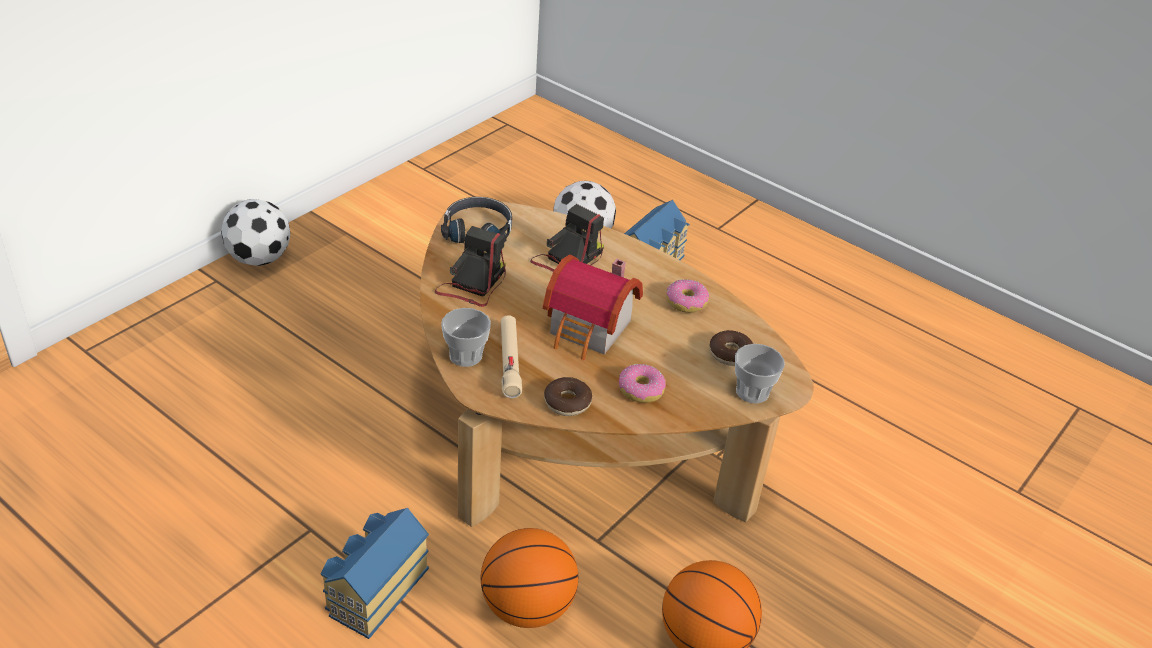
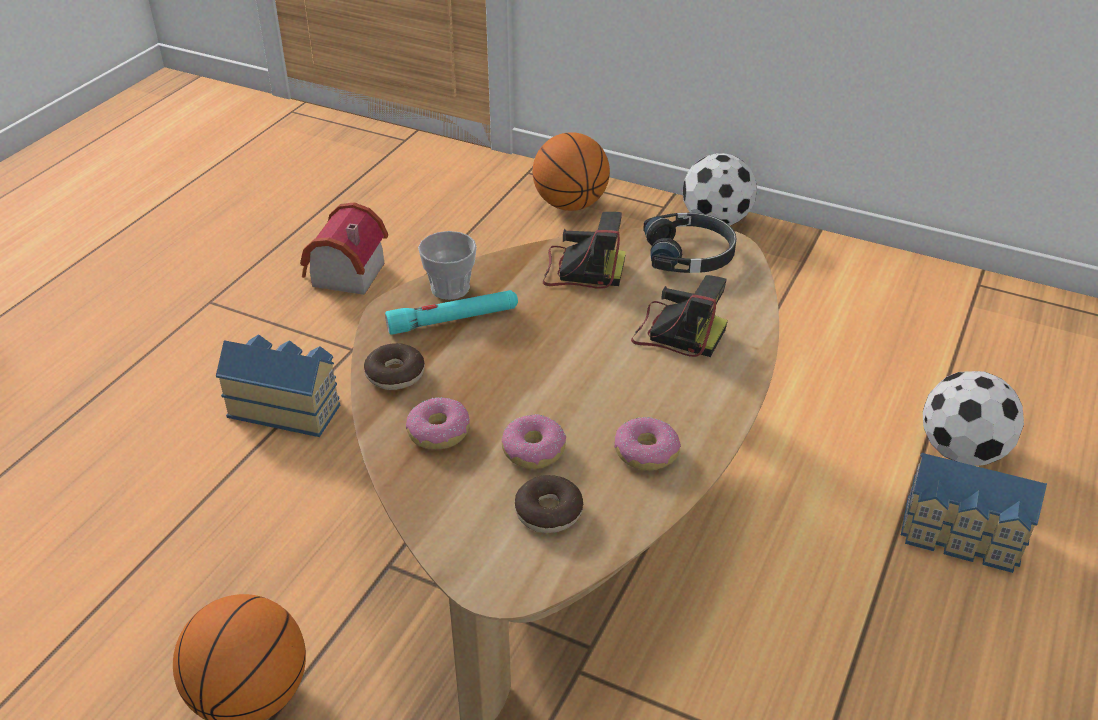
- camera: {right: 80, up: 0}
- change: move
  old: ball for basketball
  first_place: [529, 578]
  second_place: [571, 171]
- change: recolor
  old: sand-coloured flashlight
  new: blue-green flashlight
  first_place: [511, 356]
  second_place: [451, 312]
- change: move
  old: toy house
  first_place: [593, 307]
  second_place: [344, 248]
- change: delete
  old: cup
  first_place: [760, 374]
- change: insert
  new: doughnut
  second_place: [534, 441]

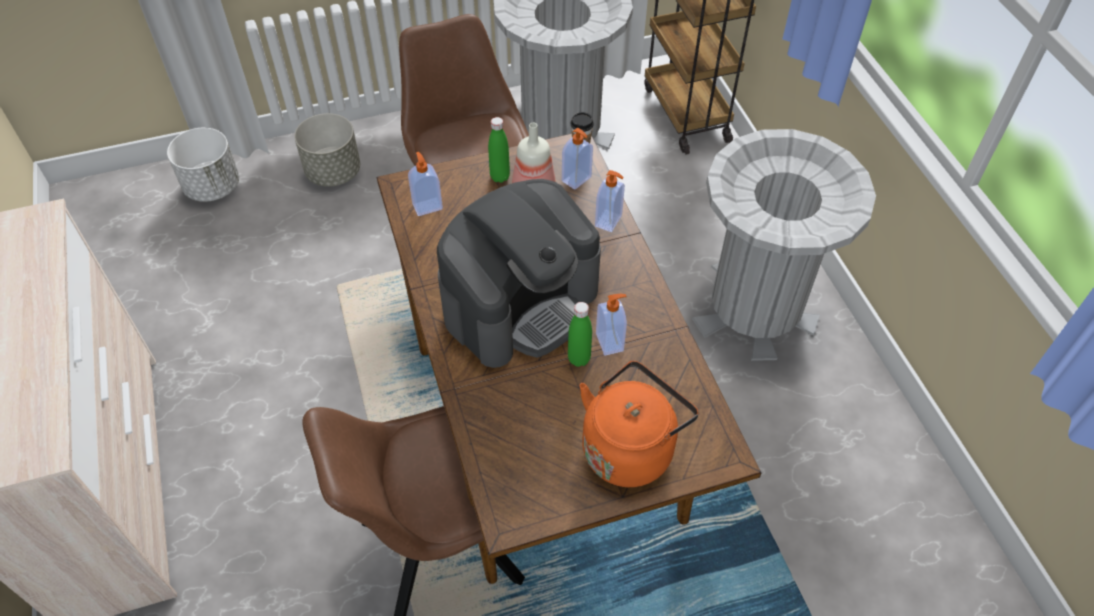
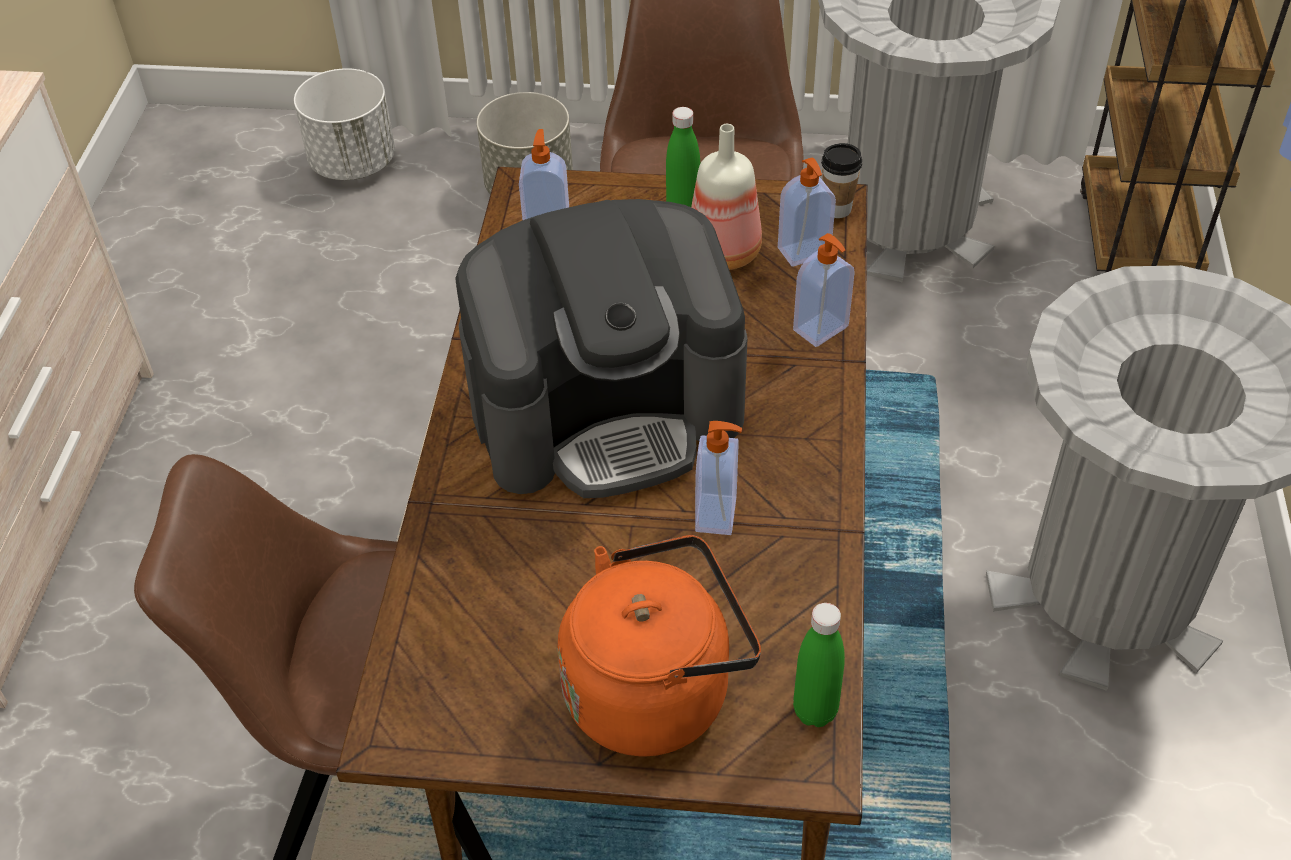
- camera: {right: 25, up: -5}
- change: move
  old: green bottle
  first_place: [580, 334]
  second_place: [819, 665]

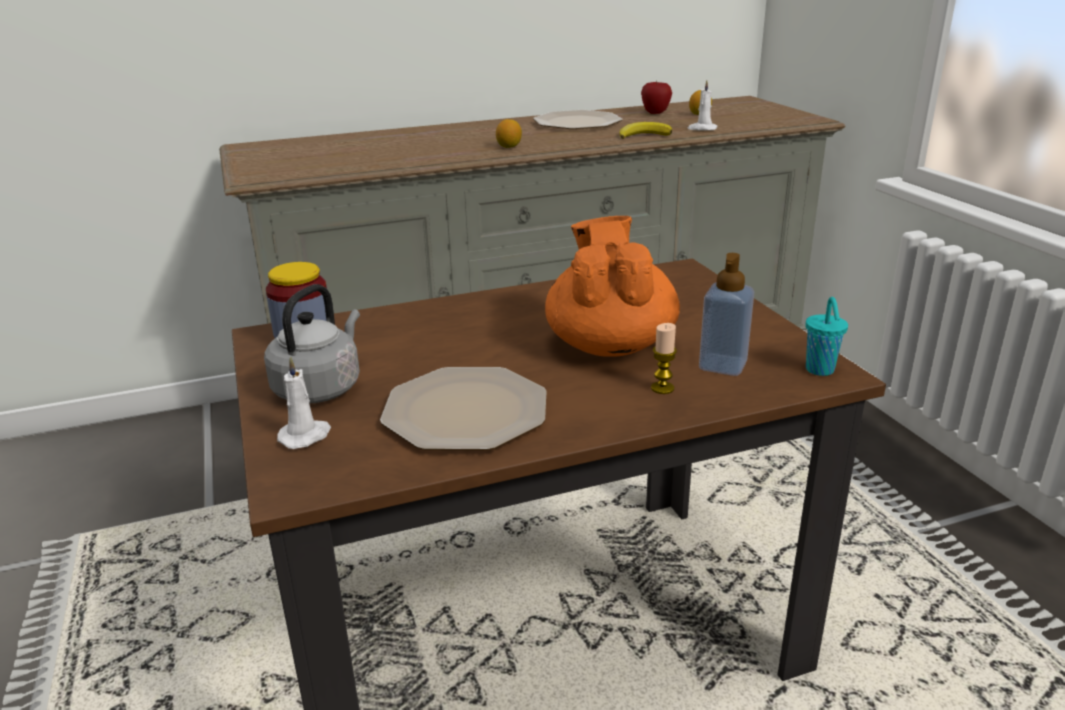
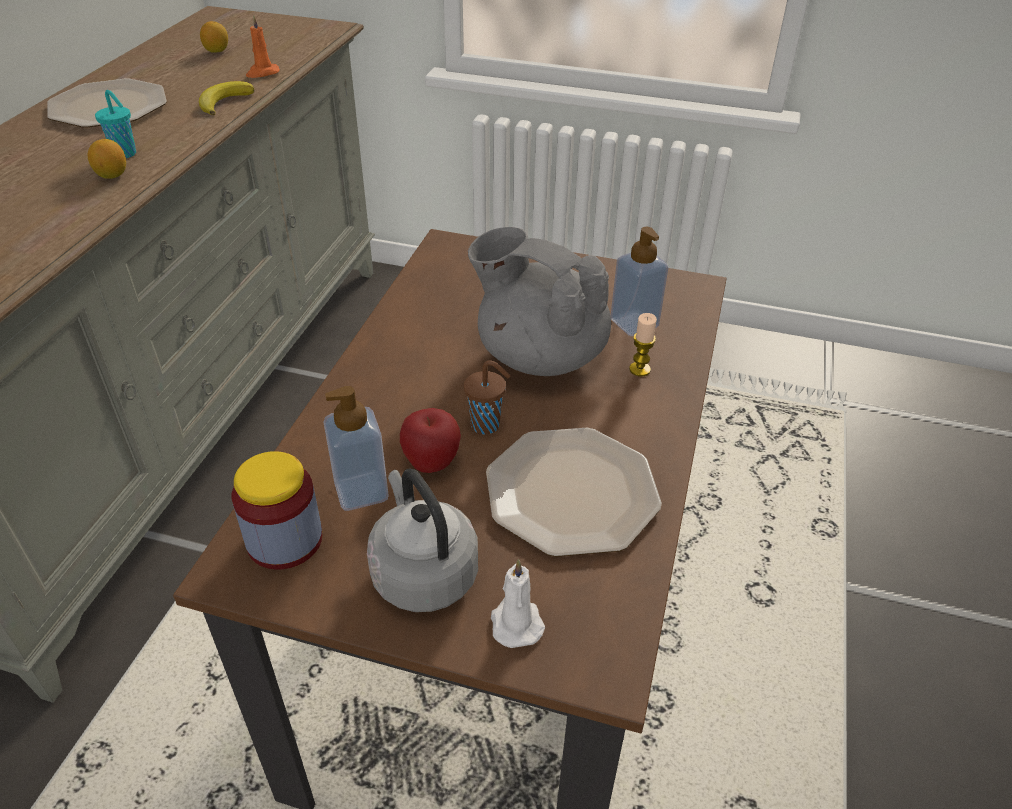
- camera: {right: -55, up: 15}
- change: recolor
  old: orange teapot
  new: grey teapot
  first_place: [612, 286]
  second_place: [539, 301]
- change: move
  old: apple fruit
  first_place: [656, 97]
  second_place: [430, 440]
- change: recolor
  old: white wax candle
  new: orange wax candle
  first_place: [702, 105]
  second_place: [263, 46]
- change: move
  old: blue-green cup
  first_place: [827, 336]
  second_place: [115, 124]
- change: insert
  new: soap dispenser
  second_place: [356, 448]
- change: insert
  new: brownish cup
  second_place: [487, 397]

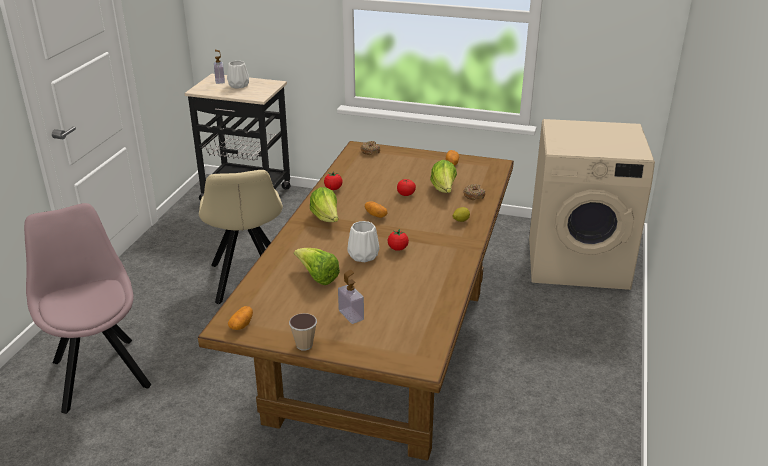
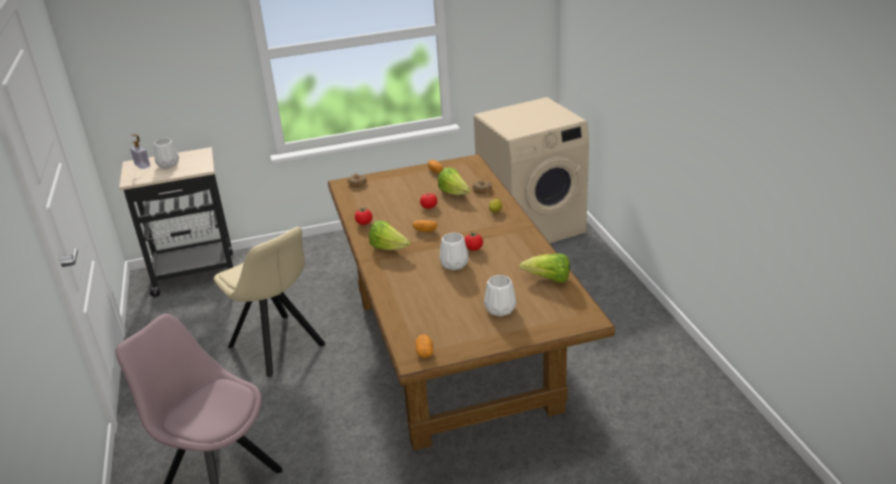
- camera: {right: -30, up: 0}
- change: delete
  old: cup
  first_place: [303, 332]
- change: move
  old: head of lettuce
  first_place: [317, 266]
  second_place: [544, 268]
- change: replace
  old: soap dispenser
  new: white flower vase
  first_place: [351, 297]
  second_place: [500, 296]

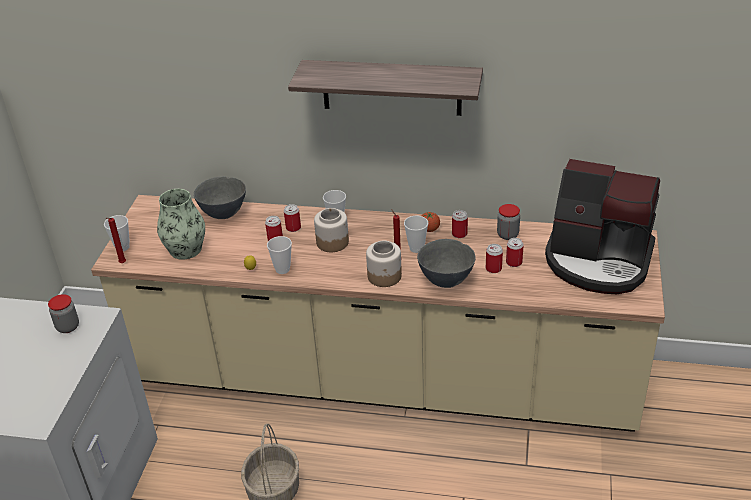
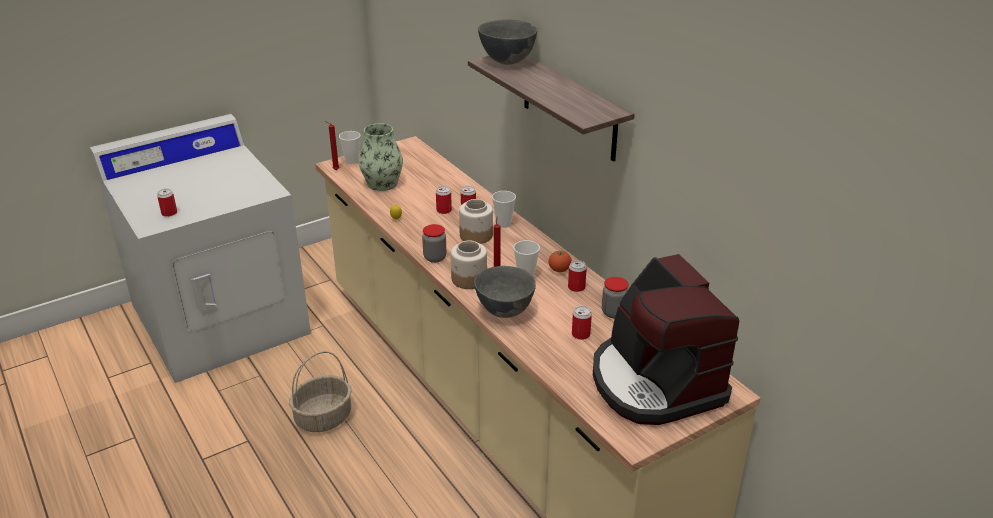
- camera: {right: 45, up: -5}
- change: move
  old: storage jar
  first_place: [63, 313]
  second_place: [434, 243]
- change: move
  old: grey serving bowl
  first_place: [220, 198]
  second_place: [508, 42]
- change: delete
  old: cup
  first_place: [279, 255]
- change: move
  old: sealed can
  first_place: [494, 258]
  second_place: [167, 202]

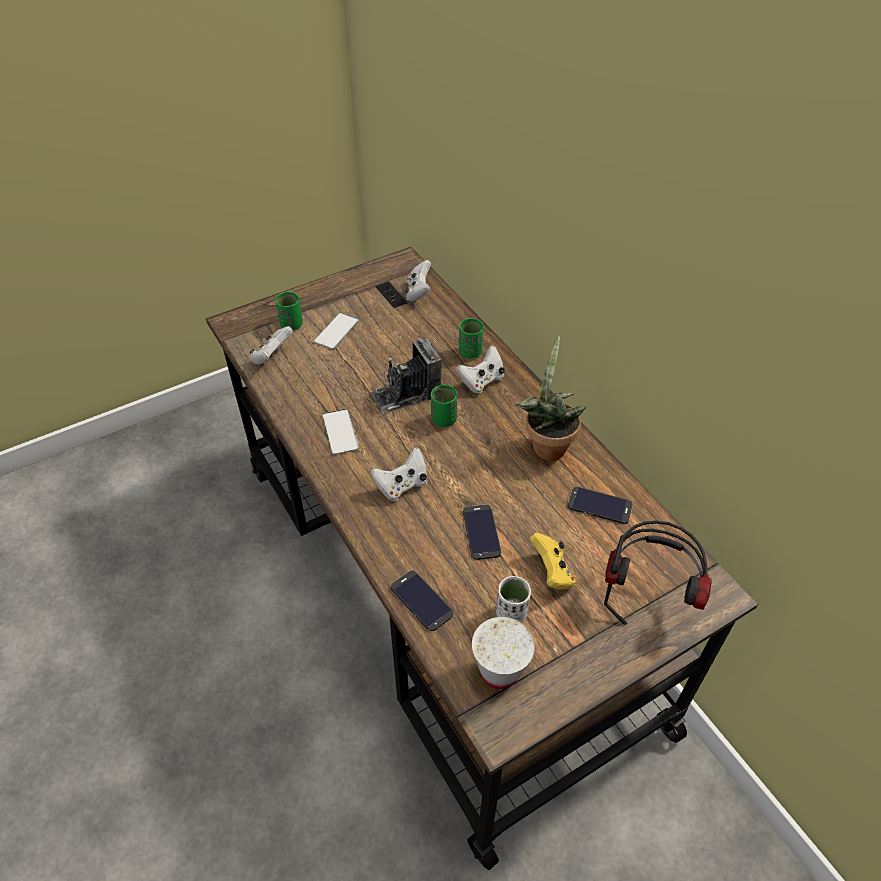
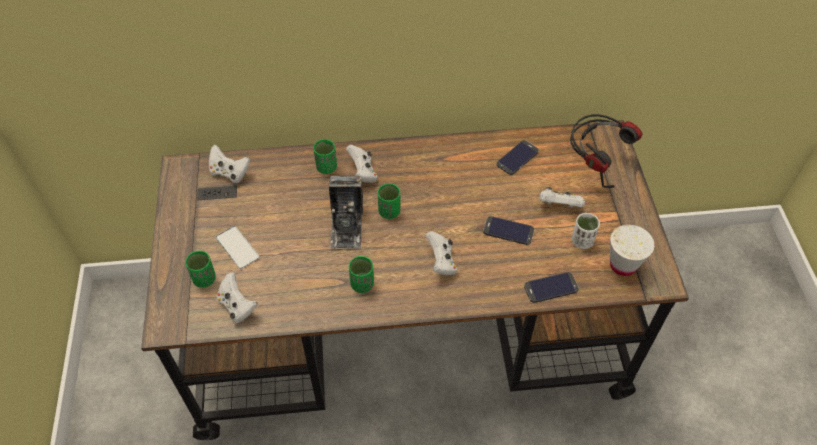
- camera: {right: -65, up: 5}
- change: replace
  old: phone
  new: green cup
  first_place: [340, 432]
  second_place: [361, 274]
- change: delete
  old: plant in a pot
  first_place: [551, 398]
- change: recolor
  old: yellow gamepad
  new: white gamepad
  first_place: [553, 561]
  second_place: [562, 197]

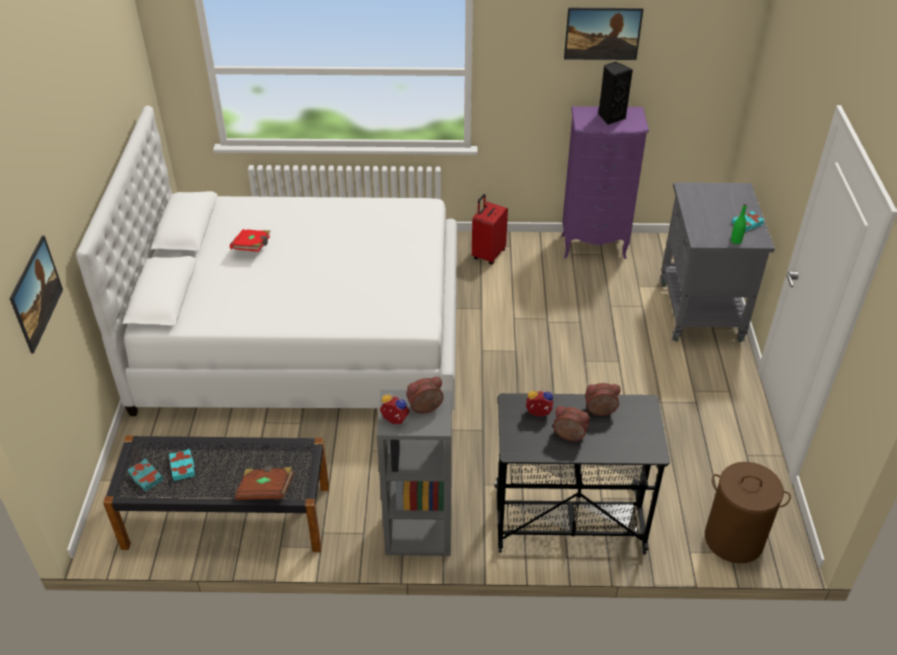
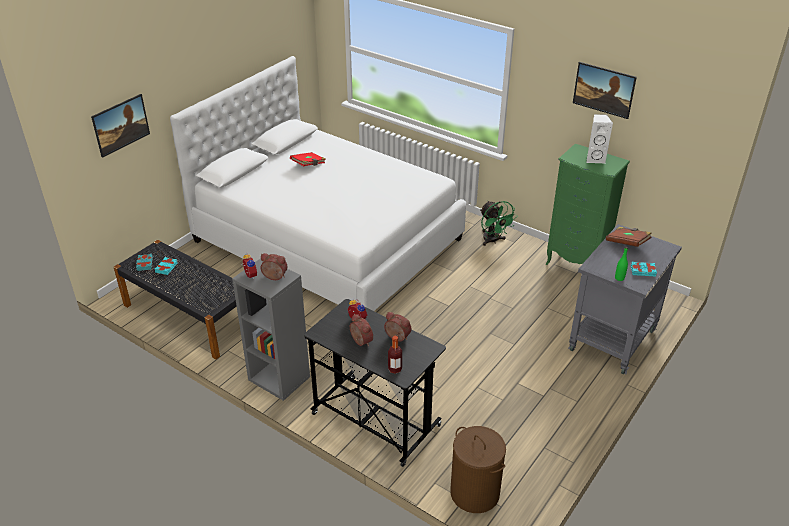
- camera: {right: 35, up: -5}
- change: move
  old: brownish bound book
  first_place: [264, 483]
  second_place: [628, 237]
- change: replace
  old: reddish piece of luggage
  new: green electric fan
  first_place: [490, 229]
  second_place: [499, 223]
- change: recolor
  old: purple-coloured dresser
  new: green dresser
  first_place: [605, 182]
  second_place: [588, 204]
- change: recolor
  old: black loudspeaker
  new: white loudspeaker
  first_place: [615, 93]
  second_place: [599, 138]
- change: insert
  new: bottle
  second_place: [395, 355]

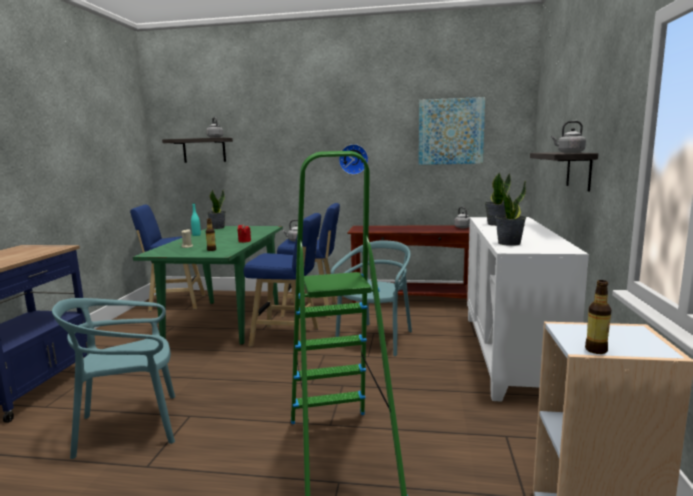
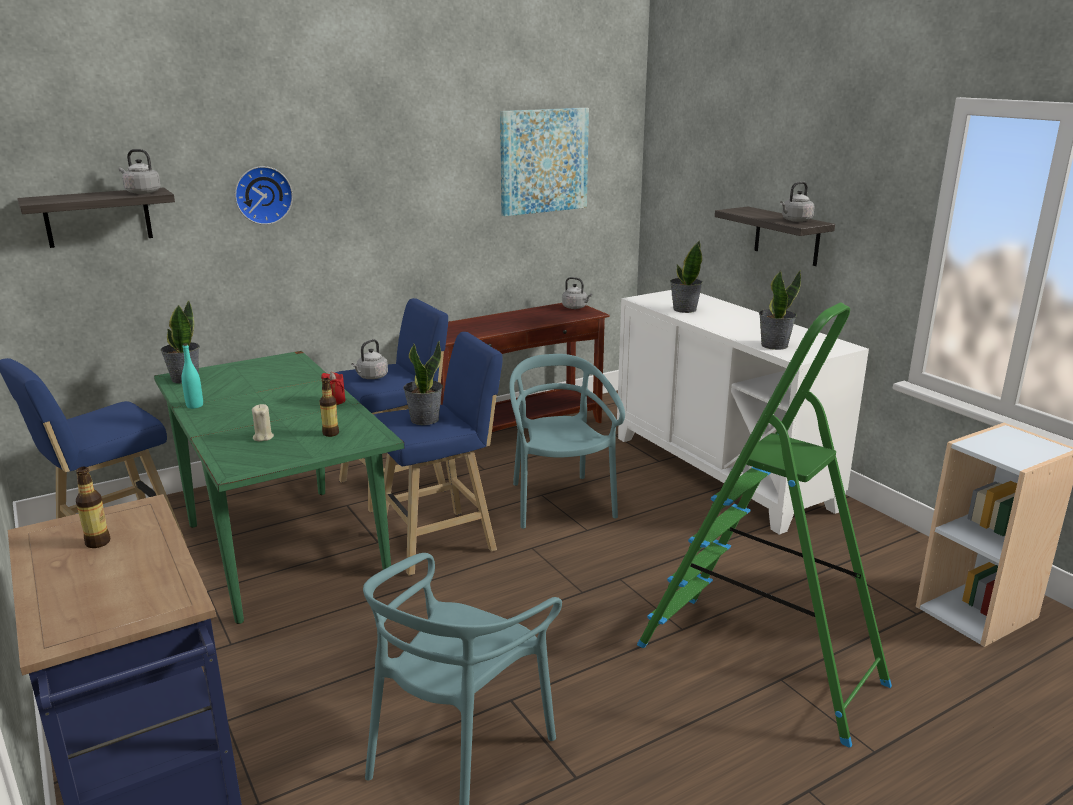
- camera: {right: -40, up: 10}
- change: move
  old: clock on the wall
  first_place: [354, 159]
  second_place: [264, 195]
- change: move
  old: bottle
  first_place: [598, 317]
  second_place: [93, 507]
- change: insert
  new: plant in a pot
  second_place: [423, 383]

